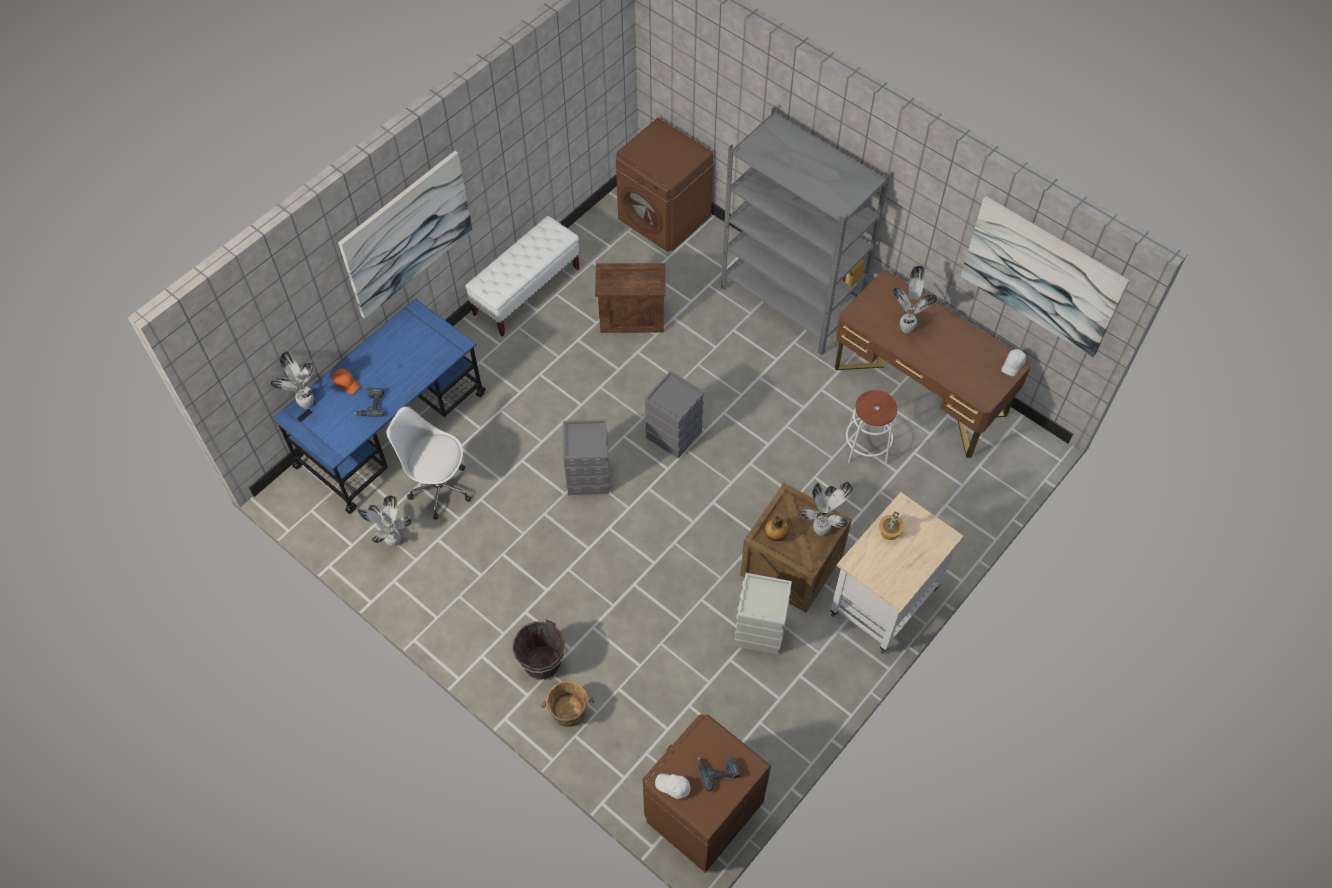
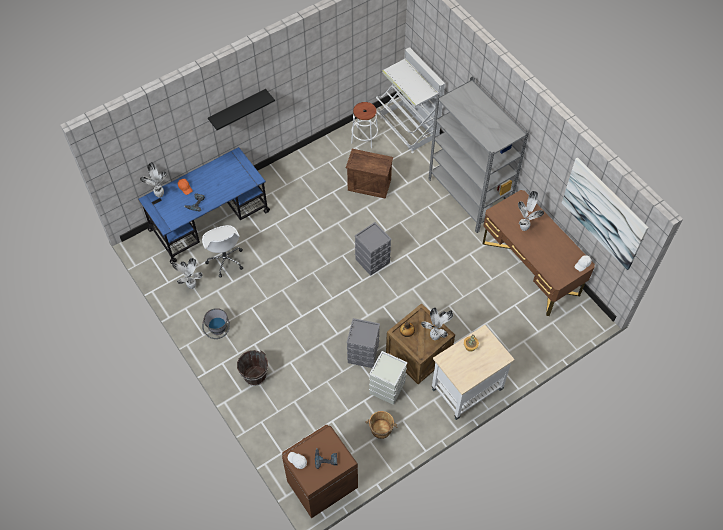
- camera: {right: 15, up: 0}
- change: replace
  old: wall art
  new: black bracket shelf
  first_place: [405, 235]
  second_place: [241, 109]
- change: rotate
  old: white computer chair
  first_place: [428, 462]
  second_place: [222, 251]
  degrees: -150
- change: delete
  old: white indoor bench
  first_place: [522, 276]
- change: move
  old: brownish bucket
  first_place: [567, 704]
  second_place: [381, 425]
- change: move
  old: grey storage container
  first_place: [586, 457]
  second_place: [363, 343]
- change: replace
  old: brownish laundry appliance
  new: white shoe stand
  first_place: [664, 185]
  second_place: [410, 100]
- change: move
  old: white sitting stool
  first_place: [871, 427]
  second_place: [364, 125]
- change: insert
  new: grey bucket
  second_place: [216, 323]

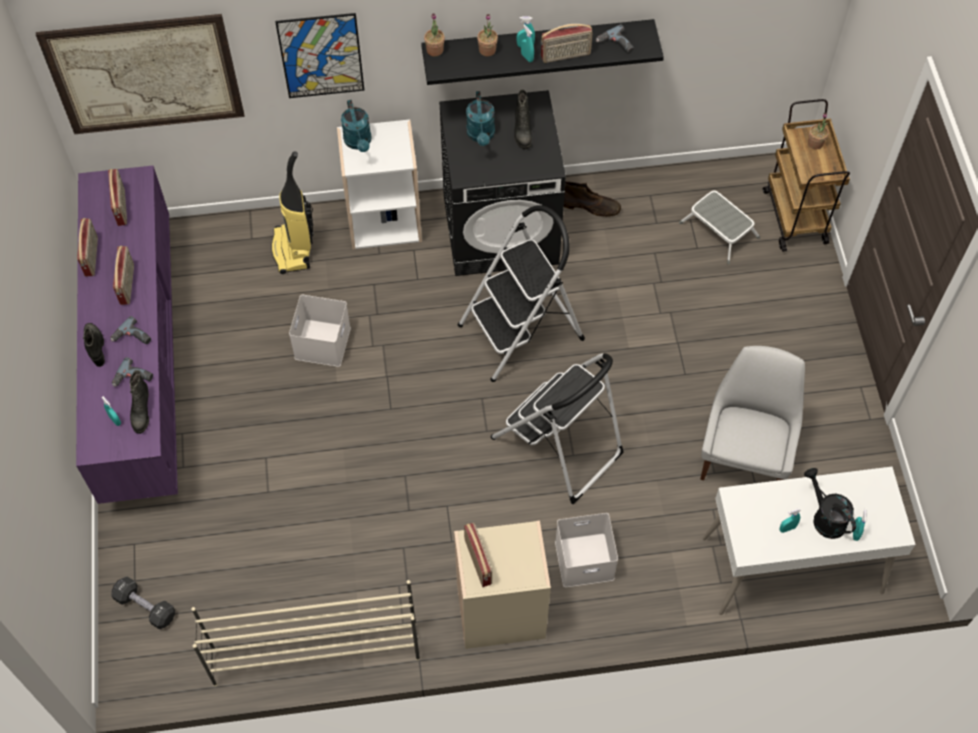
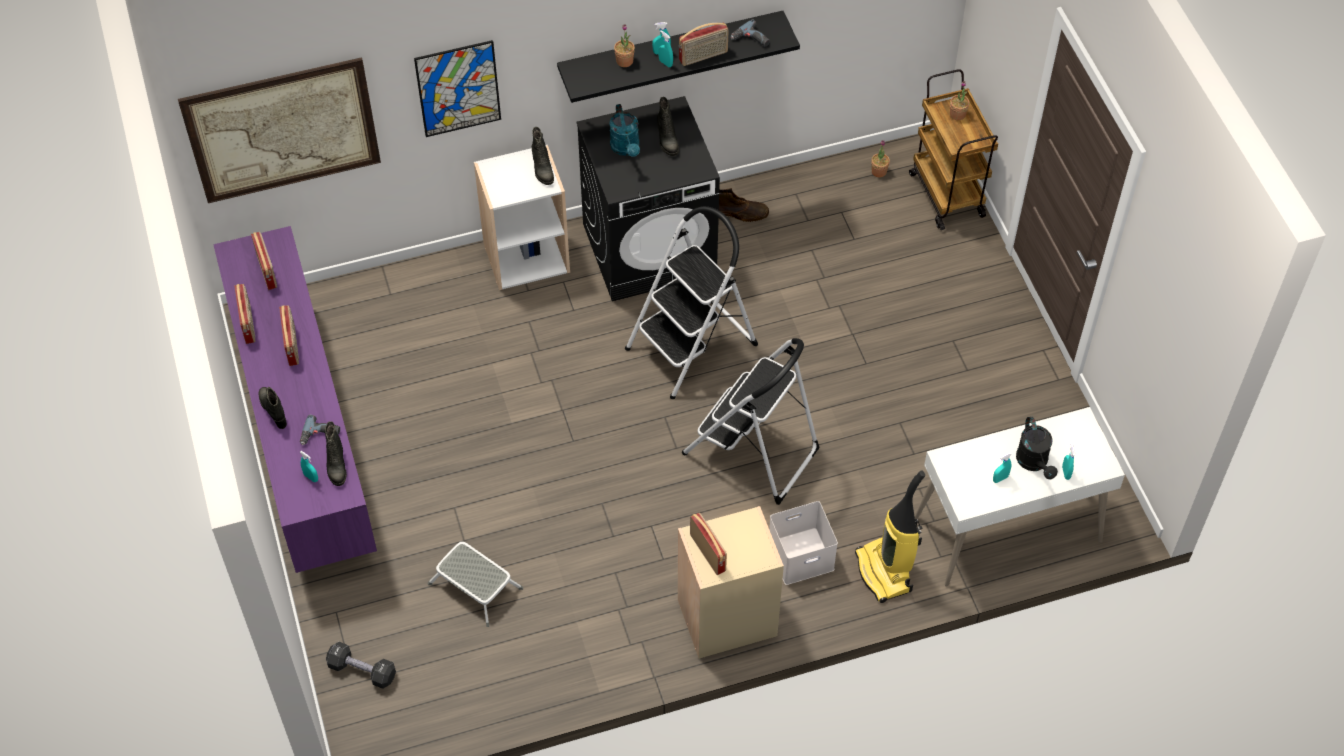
- camera: {right: -10, up: -5}
- change: delete
  old: electric drill
  first_place: [130, 330]
- change: delete
  old: sand-coloured shoe stand
  first_place: [305, 633]
- change: move
  old: vacuum
  first_place: [293, 212]
  second_place: [890, 536]
- change: delete
  old: white storage container
  first_place: [320, 331]
- change: delete
  old: blue-green sprinkling can
  first_place: [356, 126]
- change: move
  old: plant in a pot
  first_place: [434, 35]
  second_place: [880, 159]
- change: move
  old: grey stepladder
  first_place: [719, 227]
  second_place: [475, 584]
- change: delete
  old: white plain chair
  first_place: [752, 413]
- change: rotate
  old: black sprinkling can
  first_place: [830, 503]
  second_place: [1037, 448]
  degrees: -150
- change: insert
  new: black boot
  second_place: [543, 156]

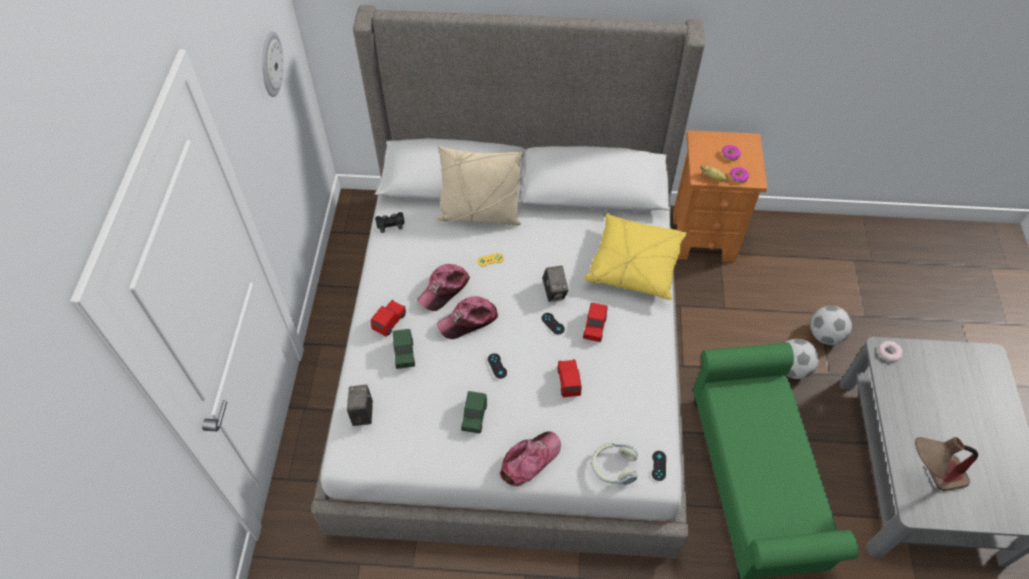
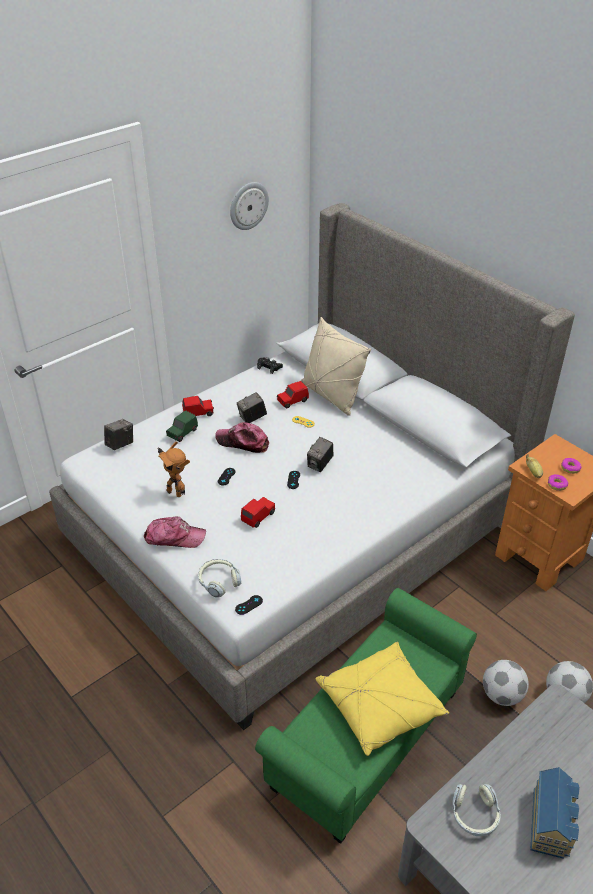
- camera: {right: 45, up: -15}
- change: replace
  old: baseball cap
  new: photo camera
  first_place: [443, 287]
  second_place: [252, 407]
- change: replace
  old: green toy car
  new: model robot
  first_place: [474, 412]
  second_place: [173, 469]
- change: move
  old: reddish toy car
  first_place: [595, 322]
  second_place: [293, 394]
- change: move
  old: yellow cushion
  first_place: [635, 256]
  second_place: [382, 699]
- change: delete
  old: doughnut
  first_place: [890, 351]
- change: replace
  old: table lamp
  new: headset
  first_place: [946, 464]
  second_place: [476, 810]
- change: insert
  new: toy house
  second_place: [555, 812]

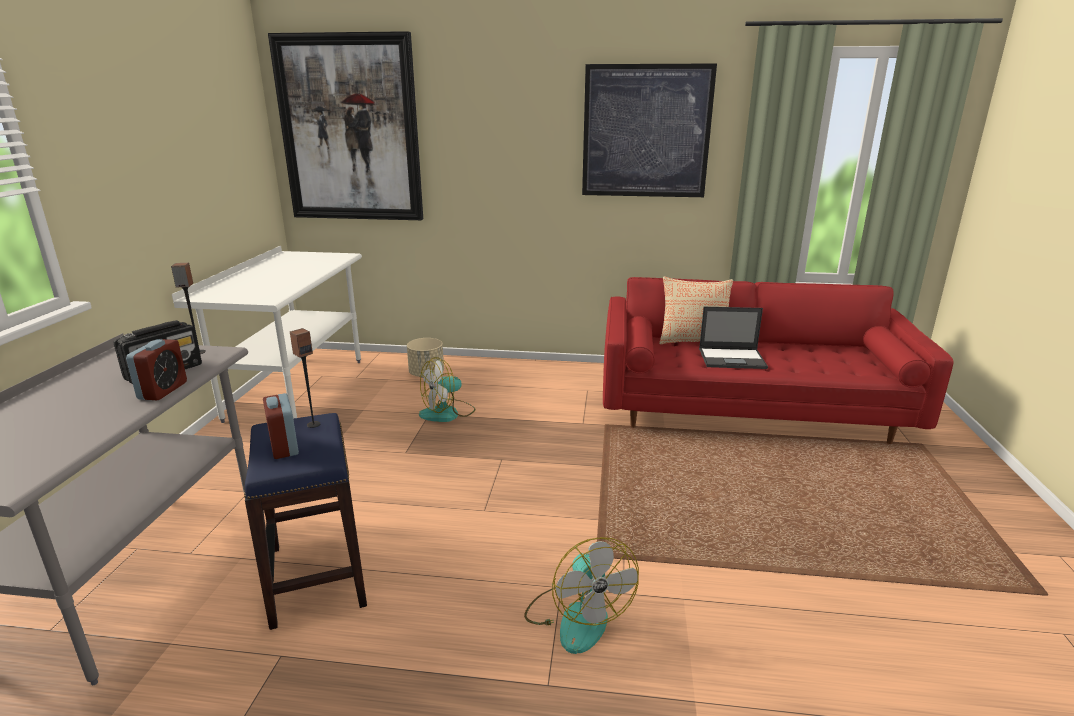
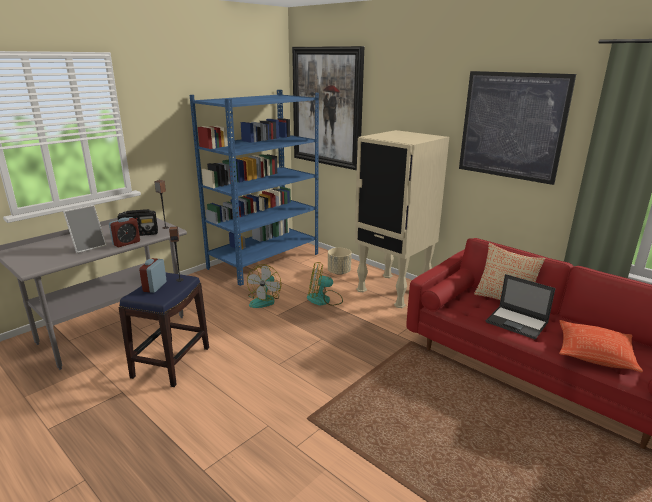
- camera: {right: 35, up: 0}
- change: replace
  old: white desk
  new: blue-coloured bookcase
  first_place: [267, 334]
  second_place: [254, 188]
- change: move
  old: electric fan
  first_place: [581, 595]
  second_place: [264, 286]
- change: insert
  new: photo frame
  second_place: [85, 229]
- change: insert
  new: sand-coloured storage cabinet
  second_place: [402, 219]
- change: insert
  new: orange cushion
  second_place: [601, 346]

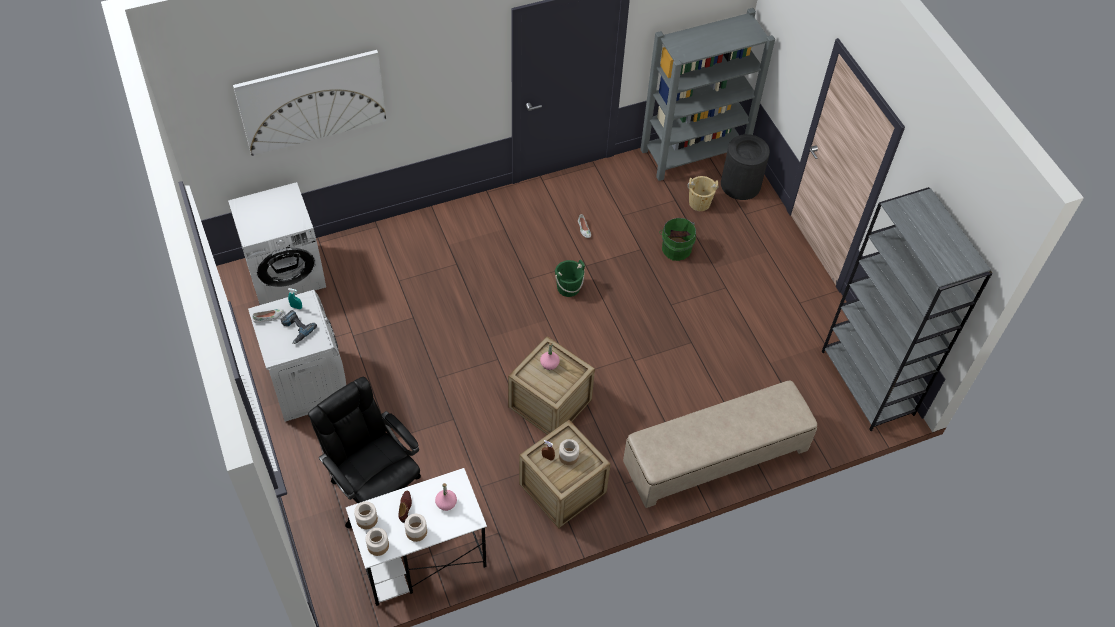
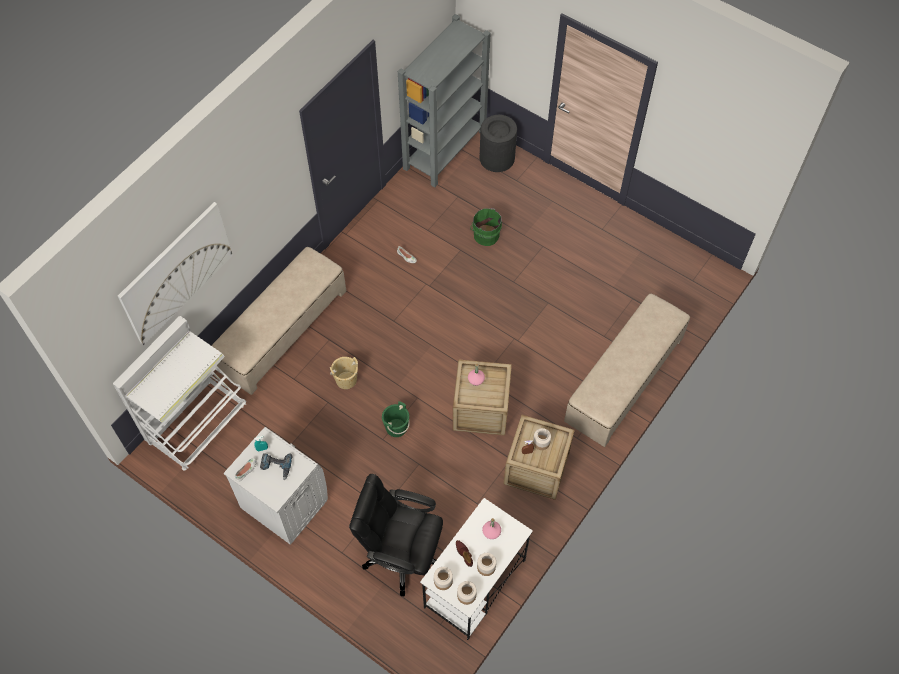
- camera: {right: -30, up: 5}
- change: replace
  old: white laundry appliance
  new: white shoe stand
  first_place: [277, 243]
  second_place: [180, 393]
- change: move
  old: green bucket
  first_place: [570, 278]
  second_place: [396, 419]
- change: move
  old: sand-coloured bucket
  first_place: [703, 193]
  second_place: [344, 373]
- change: delete
  old: grey bookcase
  first_place: [907, 309]
- change: insert
  new: sand-coloured indoor bench
  second_place: [278, 321]

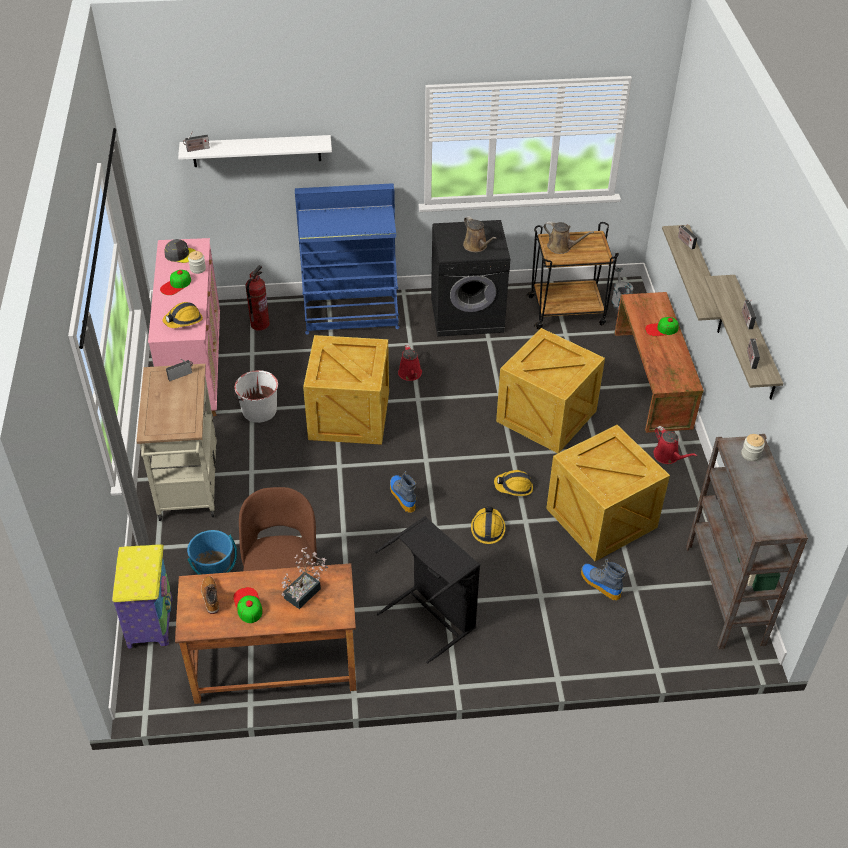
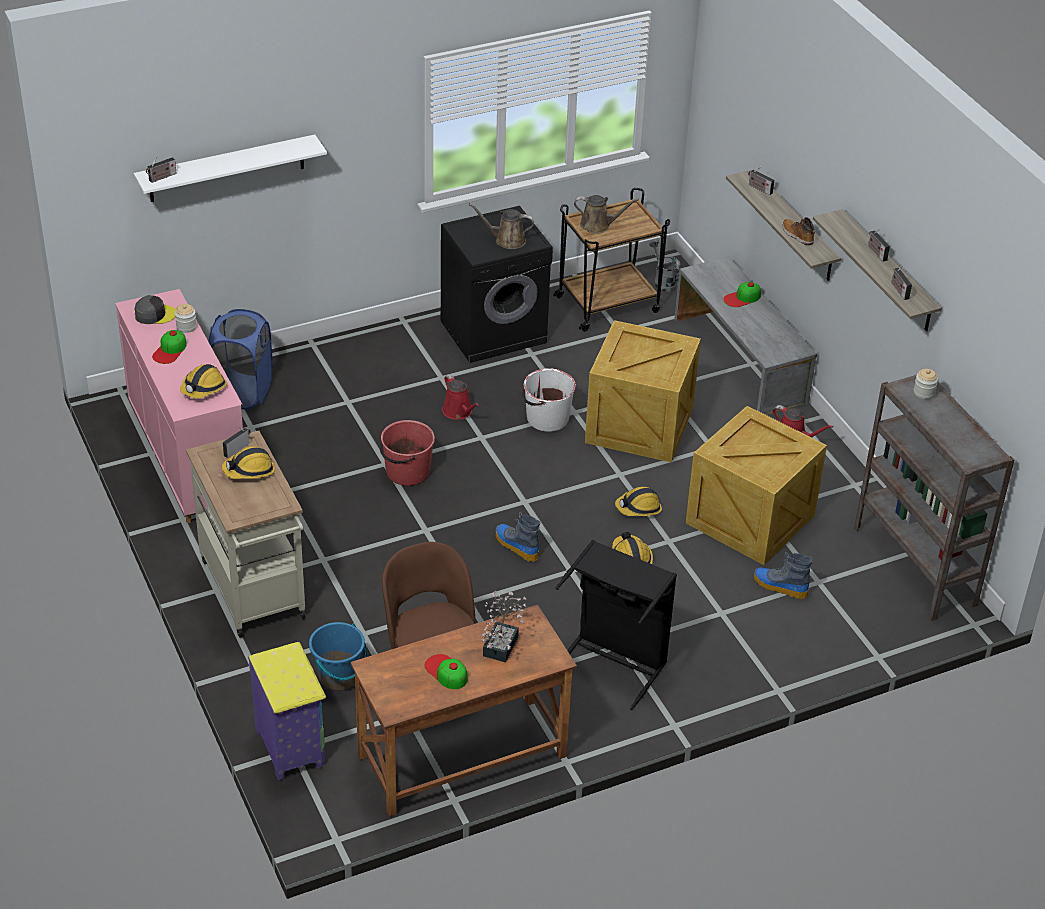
- camera: {right: -20, up: -5}
- change: move
  old: boot
  first_place: [210, 595]
  second_place: [798, 231]
- change: move
  old: white bucket
  first_place: [256, 396]
  second_place: [549, 400]
- change: replace
  old: fire extinguisher
  new: blue-coloured washing basket
  first_place: [258, 298]
  second_place: [241, 359]
- change: delete
  old: blue-coloured shoe stand
  first_place: [347, 258]
- change: replace
  old: crate
  new: reddish bucket
  first_place: [346, 390]
  second_place: [407, 453]
- change: rotate
  old: brownish sprinkling can
  first_place: [479, 234]
  second_place: [501, 226]
  degrees: 150
- change: recolor
  old: brownish indoor bench
  new: grey indoor bench
  first_place: [659, 362]
  second_place: [745, 336]
- change: insert
  new: safety helmet
  second_place: [248, 462]

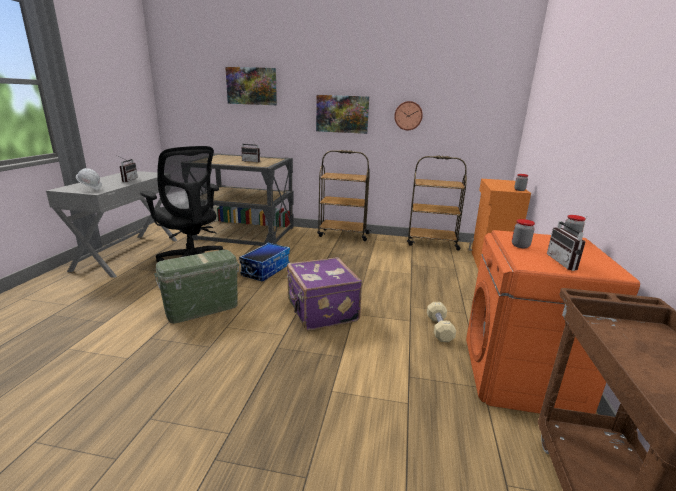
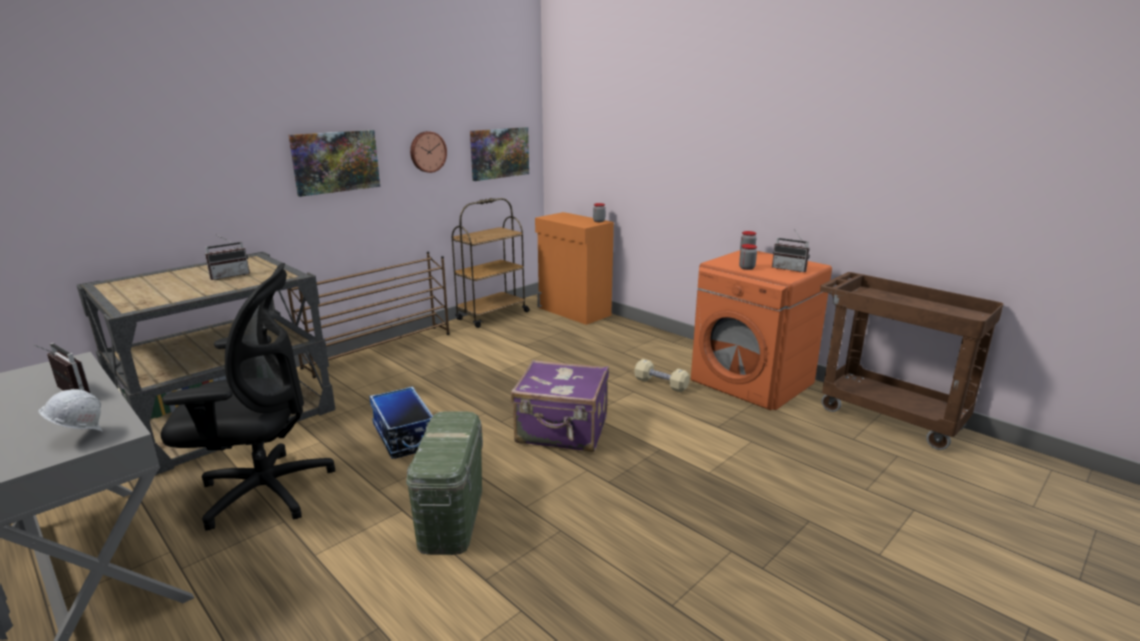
- camera: {right: -55, up: 0}
- change: move
  old: wall art
  first_place: [251, 86]
  second_place: [499, 154]
- change: replace
  old: brownish cart
  new: brownish shoe stand
  first_place: [344, 195]
  second_place: [368, 315]

